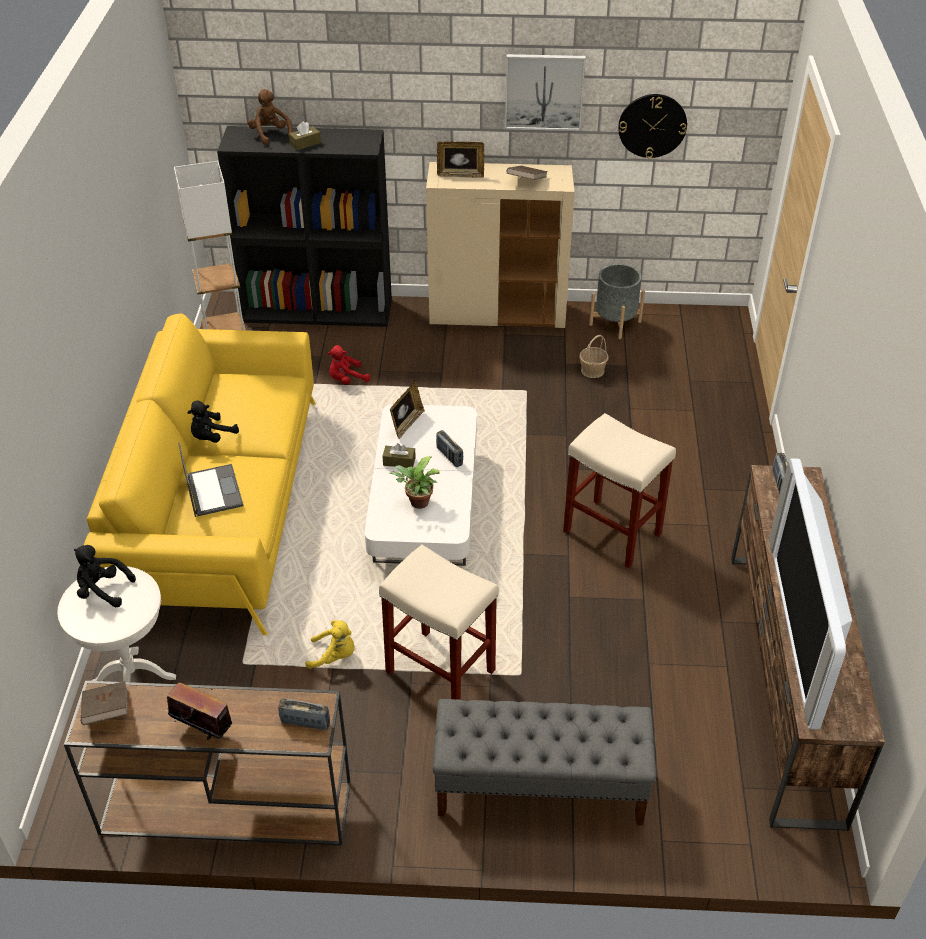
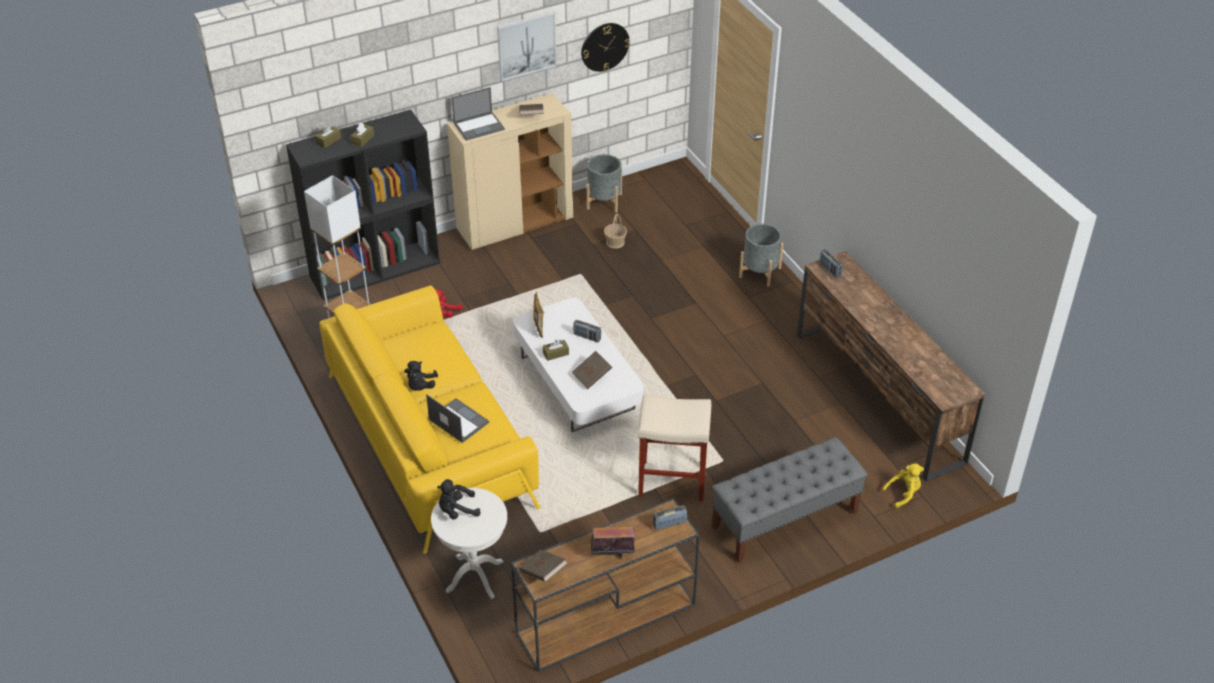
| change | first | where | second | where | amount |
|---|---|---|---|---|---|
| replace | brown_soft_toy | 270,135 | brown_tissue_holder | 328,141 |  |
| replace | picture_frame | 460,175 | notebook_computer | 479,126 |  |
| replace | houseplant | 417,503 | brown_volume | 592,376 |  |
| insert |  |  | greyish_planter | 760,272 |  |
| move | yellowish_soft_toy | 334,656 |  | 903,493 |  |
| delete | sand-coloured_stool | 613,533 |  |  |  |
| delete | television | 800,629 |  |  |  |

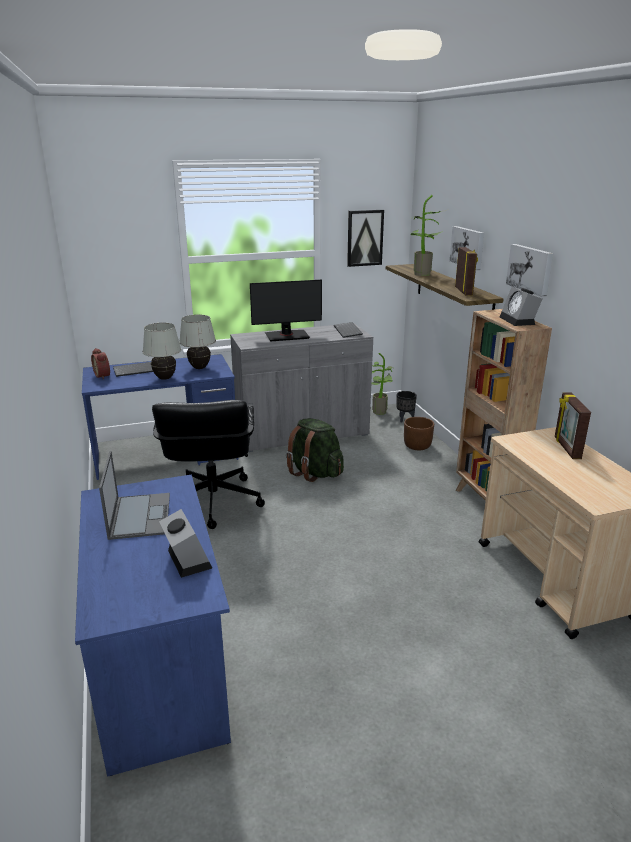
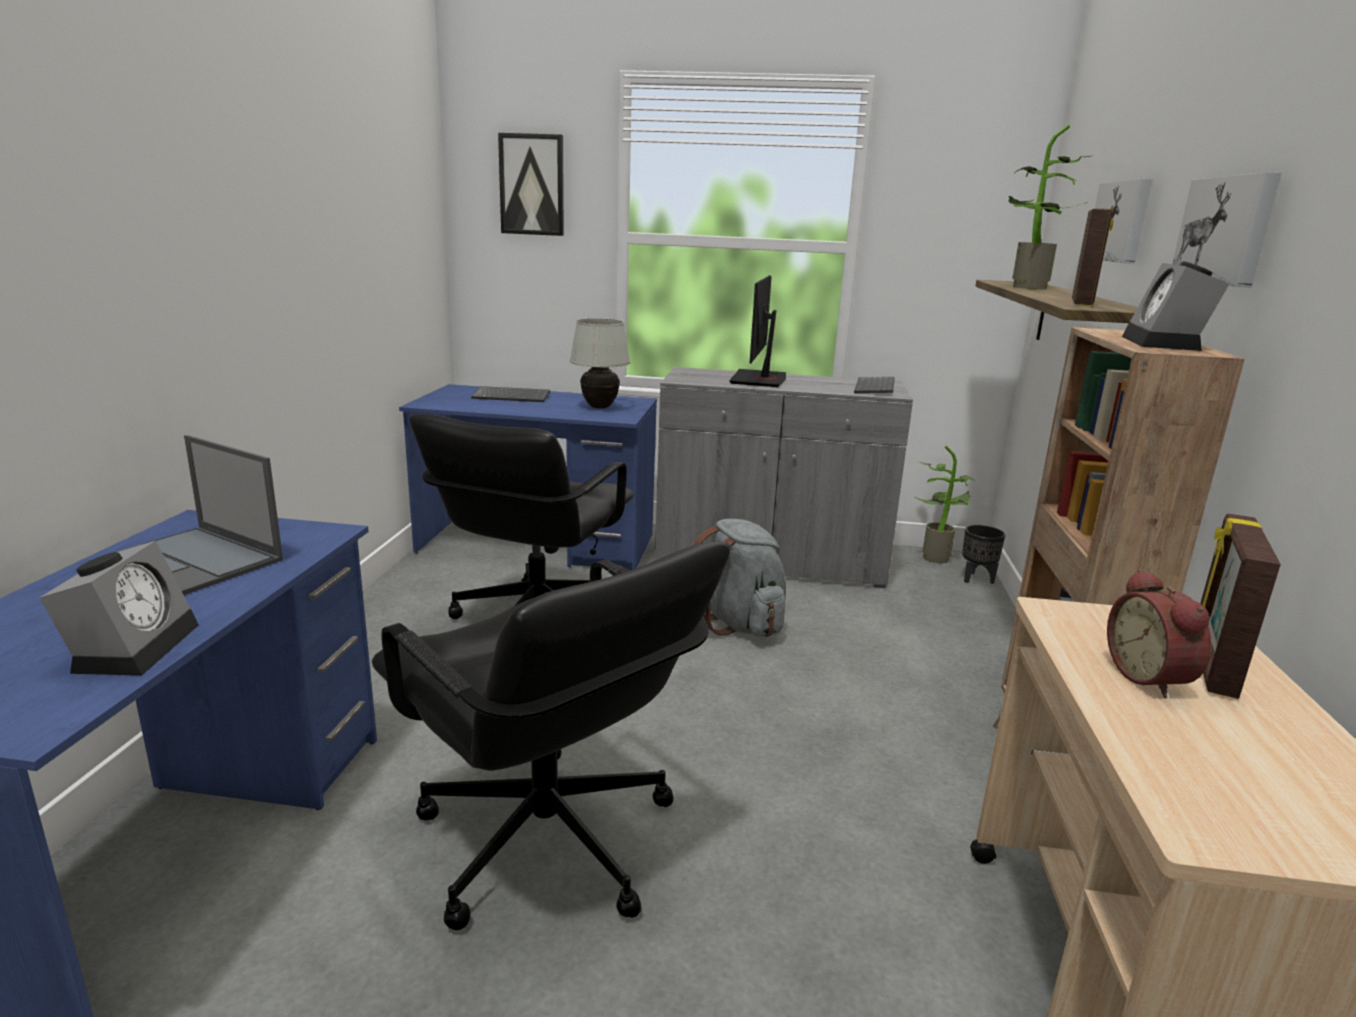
| change | first | where | second | where | amount |
|---|---|---|---|---|---|
| rotate | notebook_computer | 140,515 |  | 195,560 | 105 degrees clockwise |
| insert |  |  | black-coloured_desk_chair | 546,842 |  |
| move | picture | 364,238 |  | 532,185 |  |
| recolor | green_rucksack | 314,473 | greyish_rucksack | 738,623 |  |
| rotate | monitor | 287,336 |  | 759,379 | 90 degrees clockwise |
| move | table_clock | 104,376 |  | 1151,677 |  |
| delete | whitish_tabletop_lamp | 165,378 |  |  |  |
| delete | brown_planter | 417,446 |  |  |  |

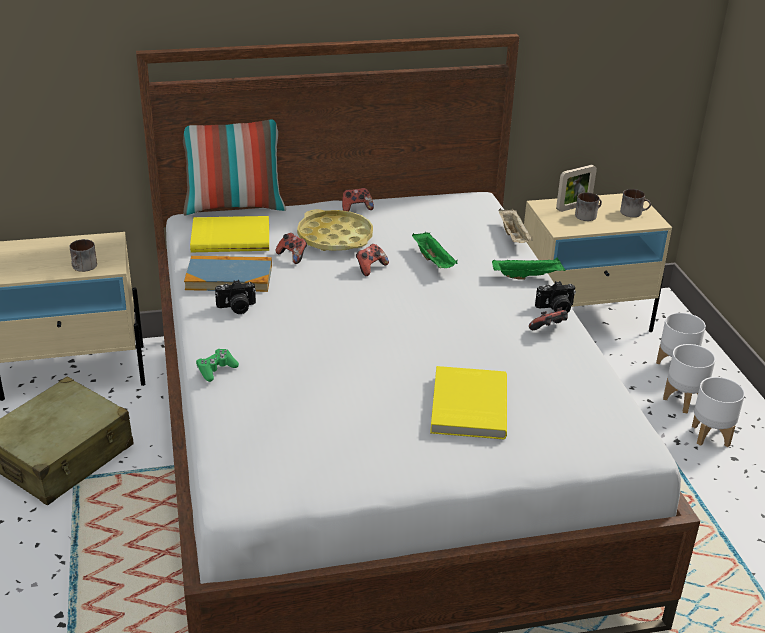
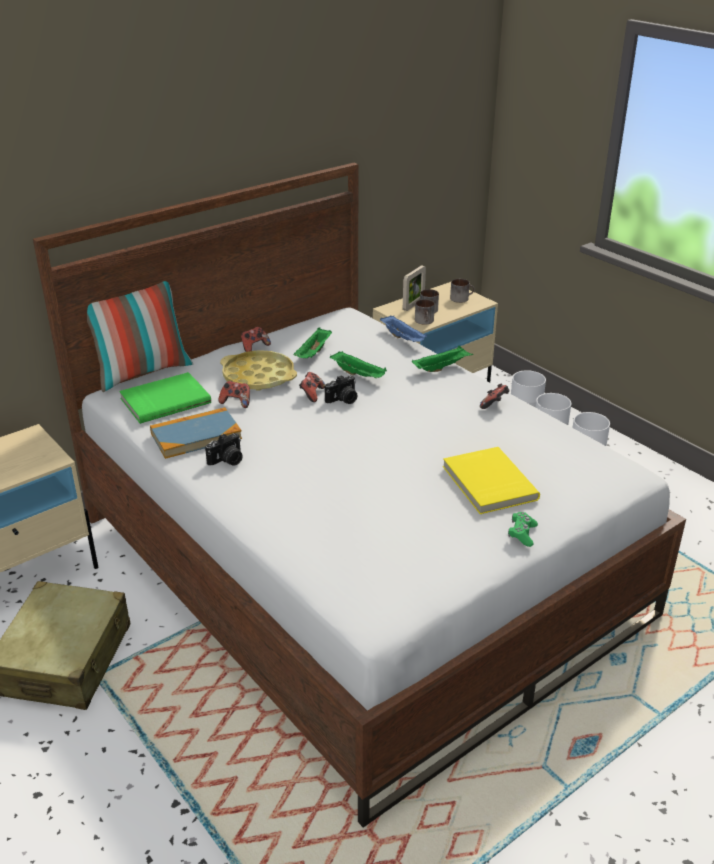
| change | first | where | second | where | amount |
|---|---|---|---|---|---|
| recolor | yellowish_volume | 230,237 | green_volume | 165,400 |  |
| insert |  |  | green_carrying_tray | 314,353 |  |
| move | photo_camera | 555,309 |  | 343,400 |  |
| recolor | sand-coloured_carrying_tray | 514,237 | bluish_carrying_tray | 403,338 |  |
| move | mug | 84,267 |  | 425,321 |  |
| move | green_game_controller | 216,370 |  | 522,534 |  |

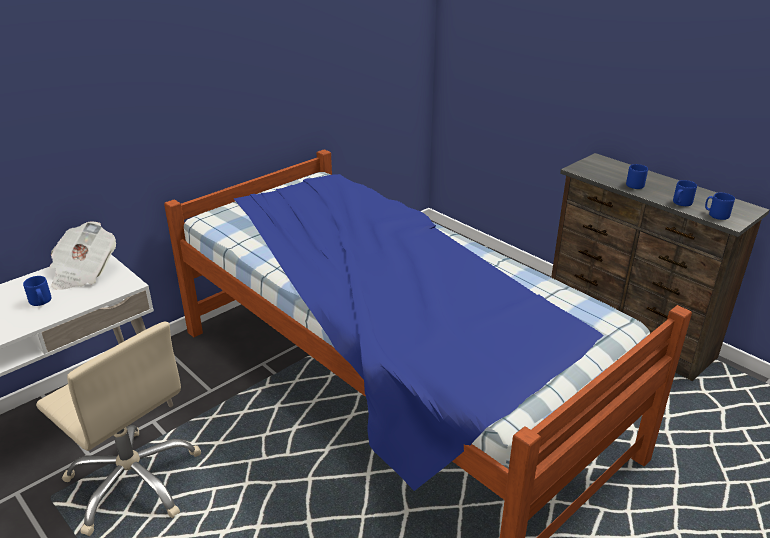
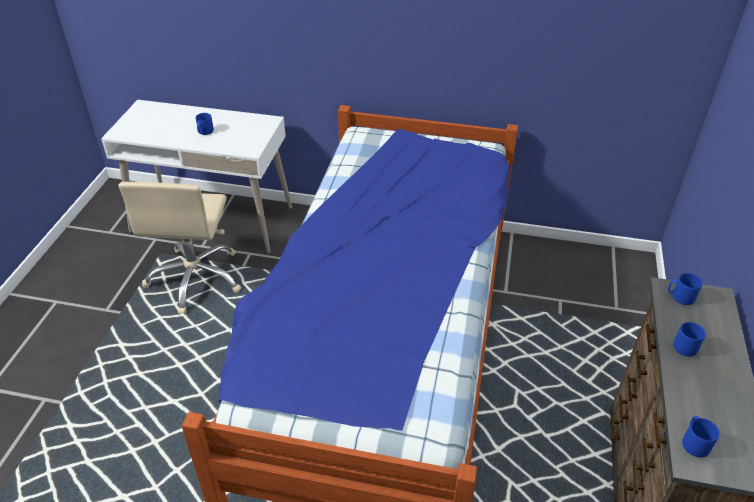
| change | first | where | second | where | amount |
|---|---|---|---|---|---|
| move | bluish_mug | 681,203 |  | 680,297 |  |
| delete | newspaper | 84,272 |  |  |  |

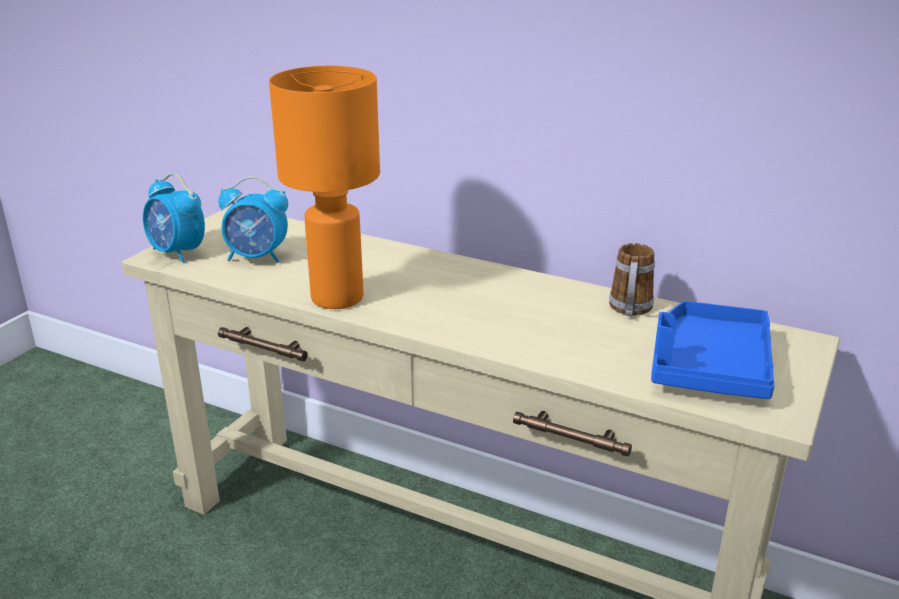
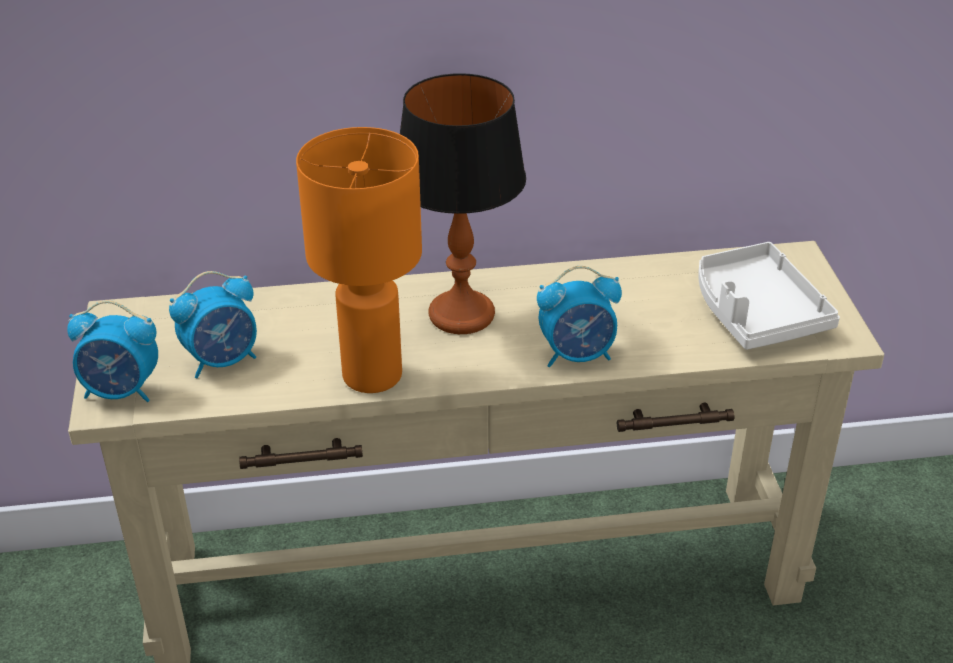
| change | first | where | second | where | amount |
|---|---|---|---|---|---|
| insert |  |  | tabletop_lamp | 462,314 |  |
| insert |  |  | table_clock | 577,355 |  |
| recolor | bluish_carrying_tray | 709,366 | whitish_carrying_tray | 756,312 |  |
| delete | mug | 630,310 |  |  |  |

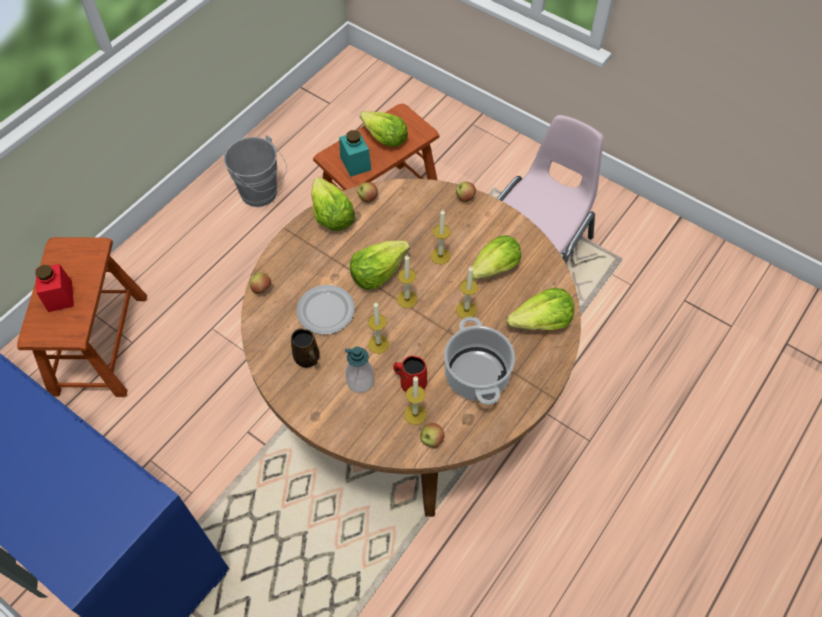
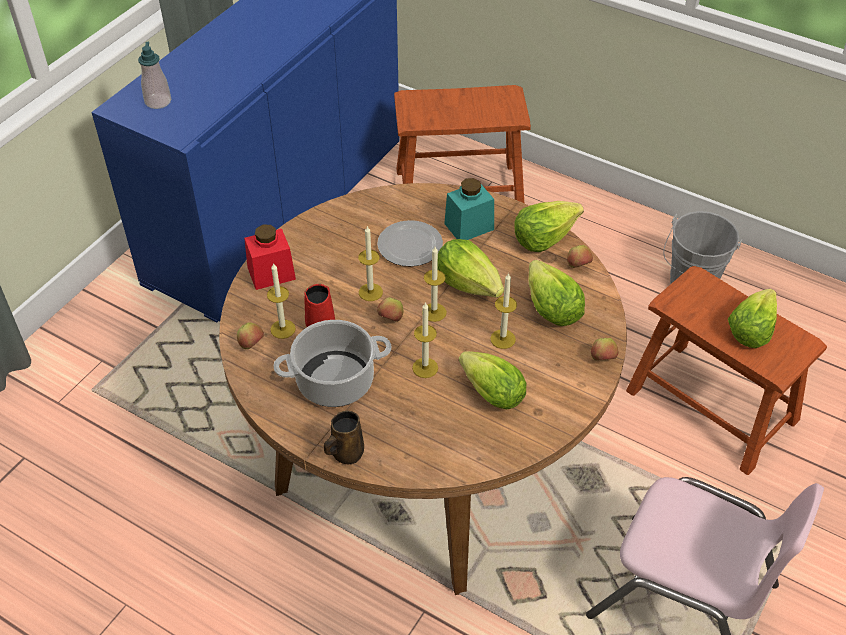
| change | first | where | second | where | amount |
|---|---|---|---|---|---|
| move | soap_dispenser | 360,381 |  | 158,101 |  |
| move | red-coloured_storage_jar | 60,296 |  | 271,273 |  |
| move | brown_mug | 307,359 |  | 346,453 |  |
| move | apple | 262,289 |  | 391,319 |  |
| move | turquoise-coloured_storage_jar | 355,163 |  | 469,226 |  |
| move | lettuce_head | 541,322 |  | 551,308 |  |

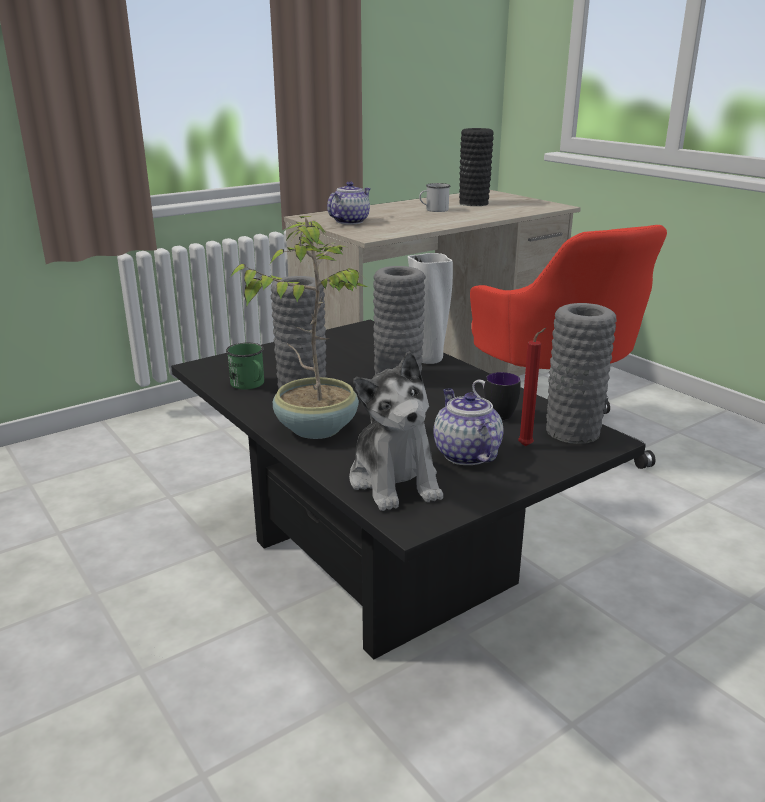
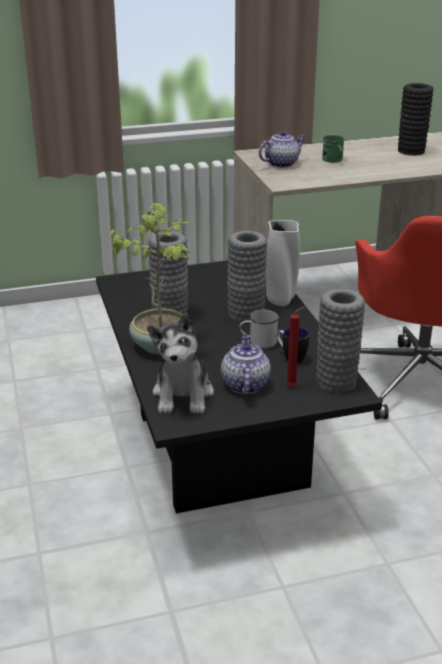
| change | first | where | second | where | amount |
|---|---|---|---|---|---|
| move | whitish_mug | 433,210 |  | 258,341 |  |
| move | green_mug | 250,385 |  | 333,160 |  |

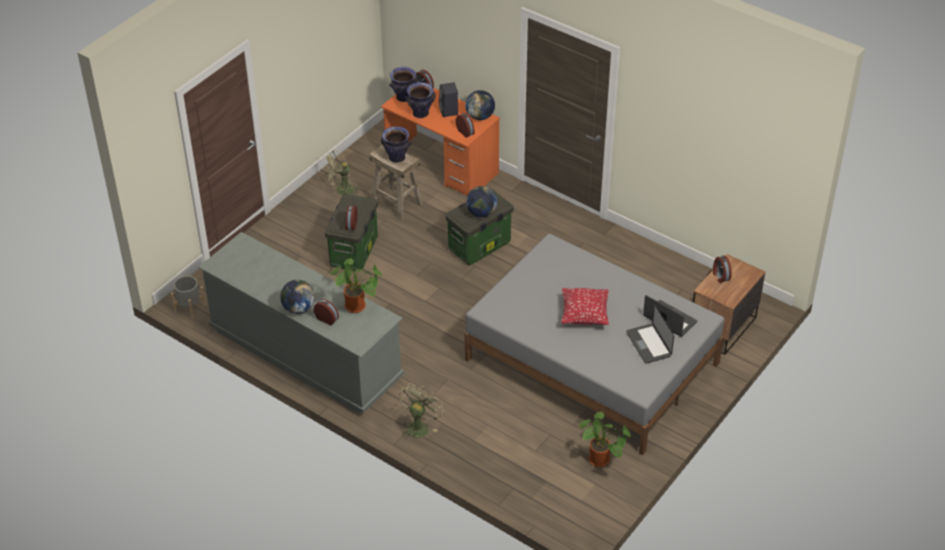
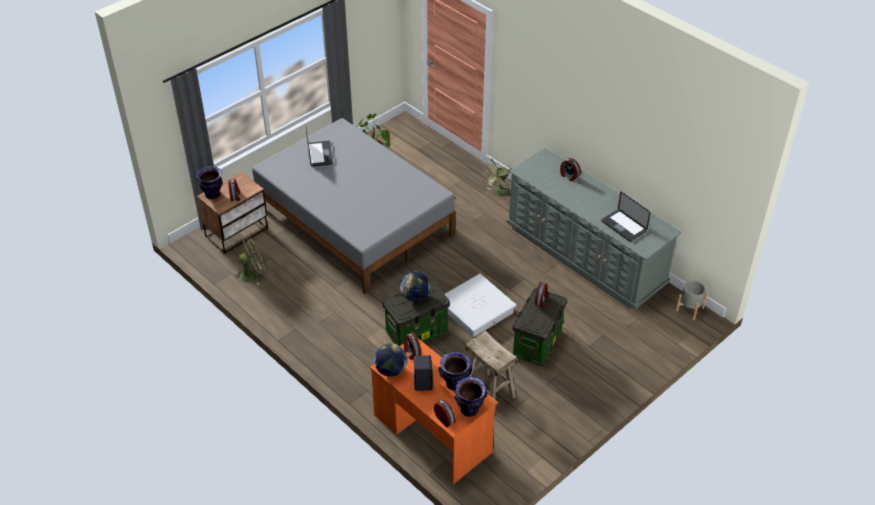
| change | first | where | second | where | amount |
|---|---|---|---|---|---|
| move | vase | 397,158 |  | 212,195 |  |
| move | green_cooling_fan | 341,191 |  | 252,275 |  |
| insert |  |  | whitish_storage_box | 476,310 |  |
| move | notebook_computer | 670,319 |  | 623,226 |  |
| delete | globe | 298,308 |  |  |  |
| delete | houseplant | 357,306 |  |  |  |
| delete | red-coloured_throw_pillow | 584,316 |  |  |  |

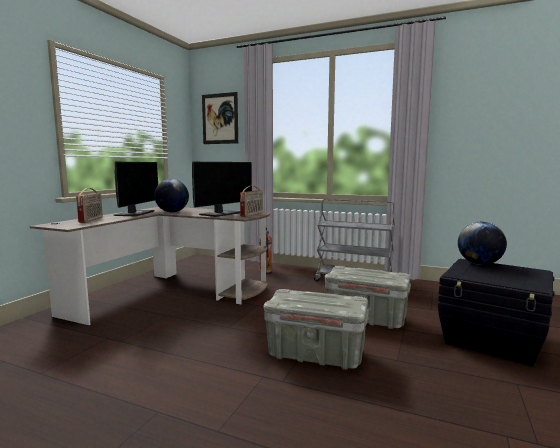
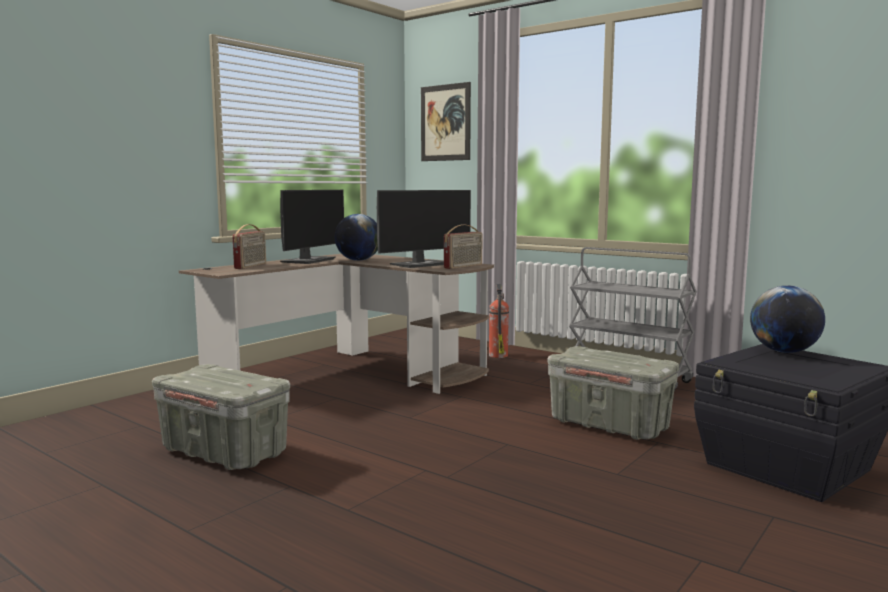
| change | first | where | second | where | amount |
|---|---|---|---|---|---|
| move | greyish_storage_box | 316,354 |  | 225,452 |  |

